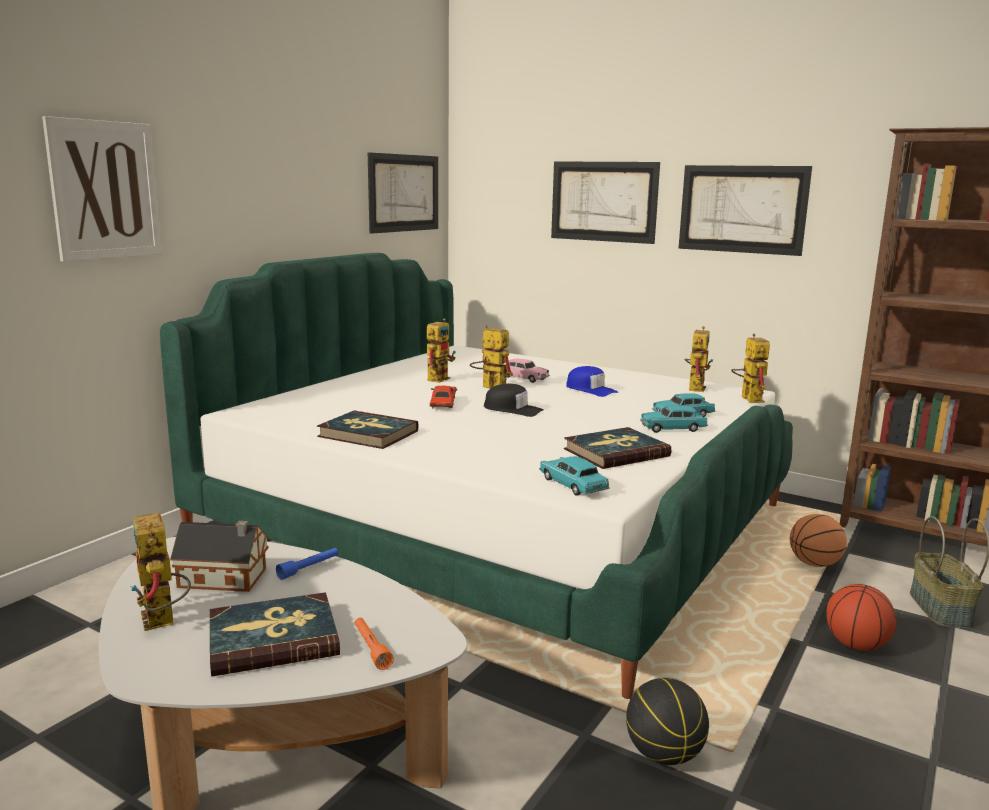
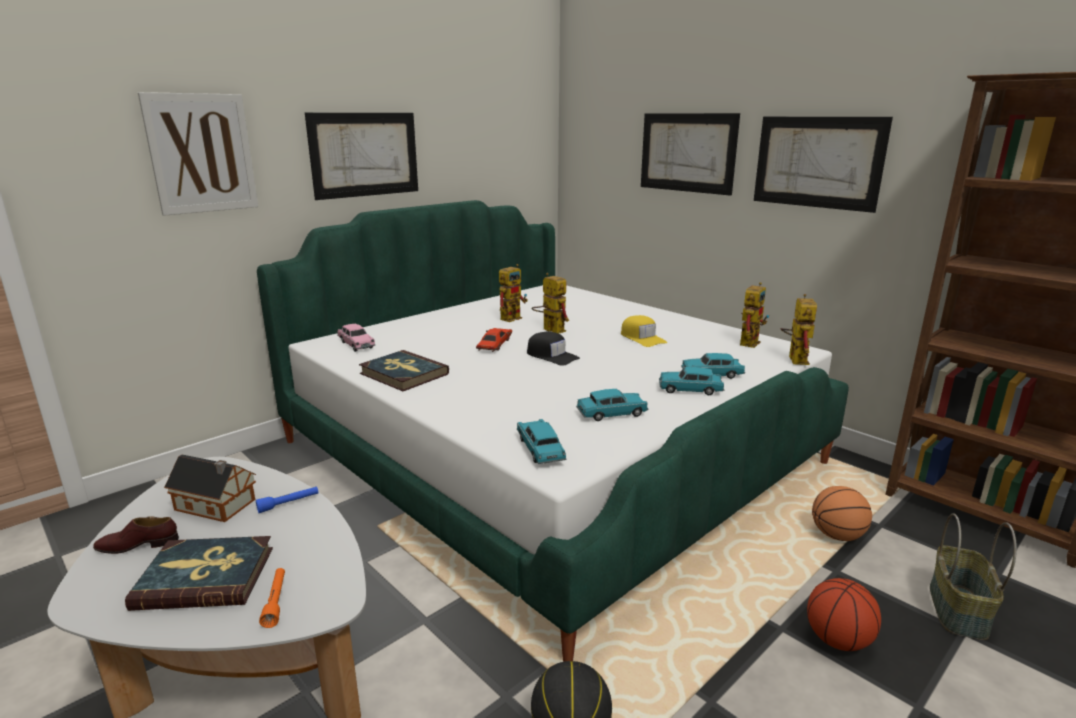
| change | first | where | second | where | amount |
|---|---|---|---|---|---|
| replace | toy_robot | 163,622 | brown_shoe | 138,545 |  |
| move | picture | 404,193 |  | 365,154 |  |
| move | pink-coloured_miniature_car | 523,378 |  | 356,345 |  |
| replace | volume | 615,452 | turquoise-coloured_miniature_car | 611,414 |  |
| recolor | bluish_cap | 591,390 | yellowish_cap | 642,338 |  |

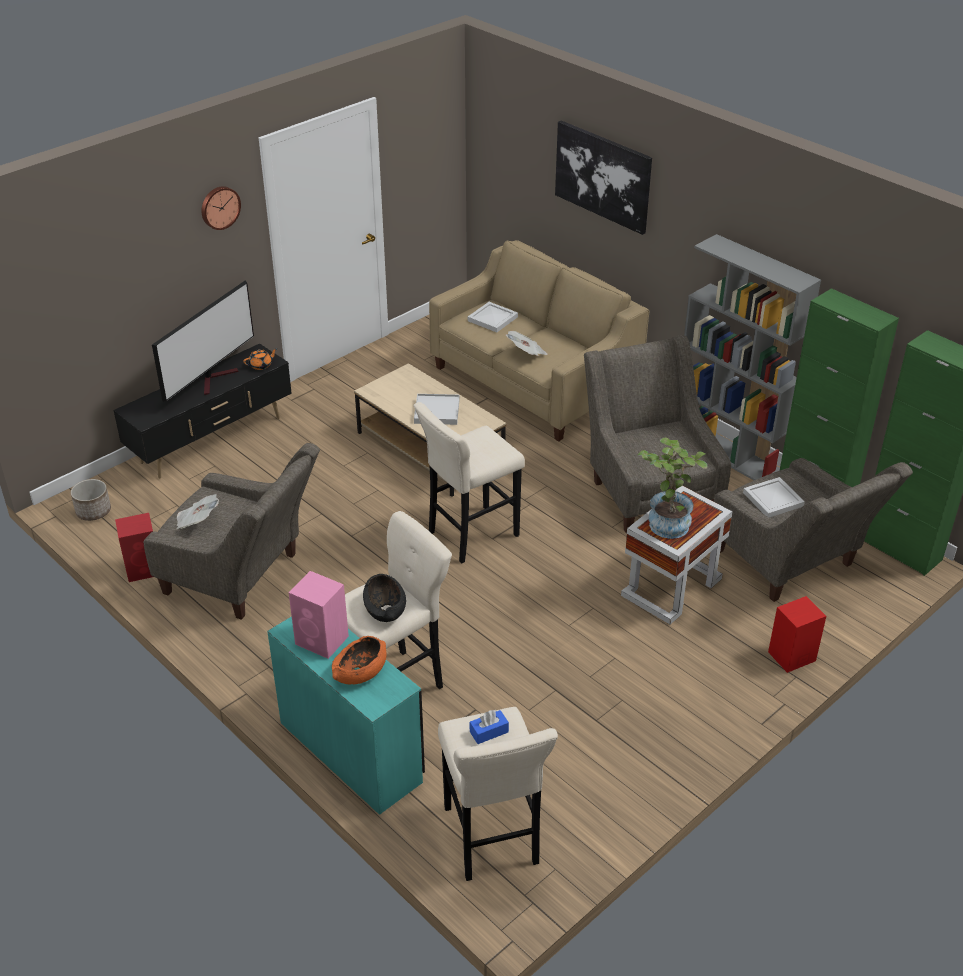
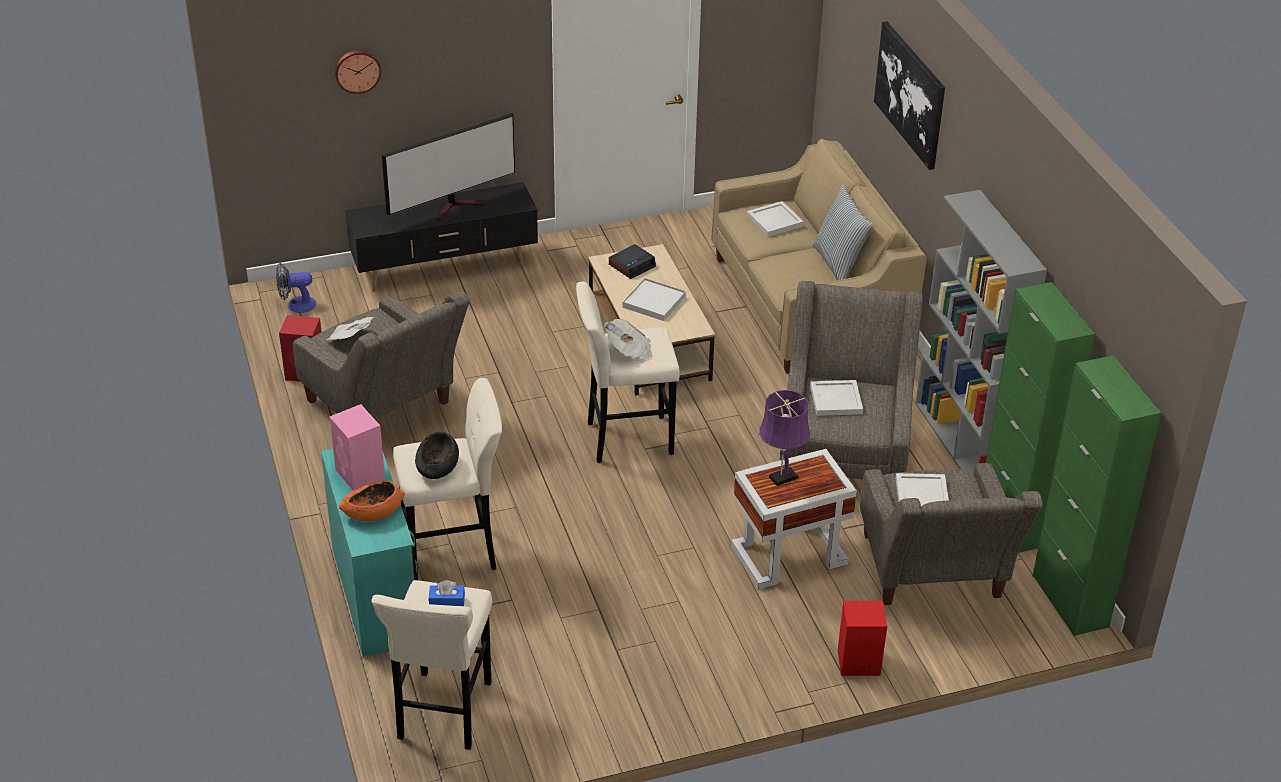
| change | first | where | second | where | amount |
|---|---|---|---|---|---|
| replace | planter | 94,511 | cooling_fan | 296,305 |  |
| move | clock_on_the_wall | 219,207 |  | 357,70 |  |
| move | newspaper | 526,353 |  | 629,351 |  |
| insert |  |  | table_clock | 632,265 |  |
| replace | houseplant | 667,521 | purple_tabletop_lamp | 781,478 |  |
| insert |  |  | whitish_carrying_tray | 837,400 |  |
| insert |  |  | throw_pillow | 839,264 |  |
| delete | orange-coloured_tea_pot | 261,365 |  |  |  |

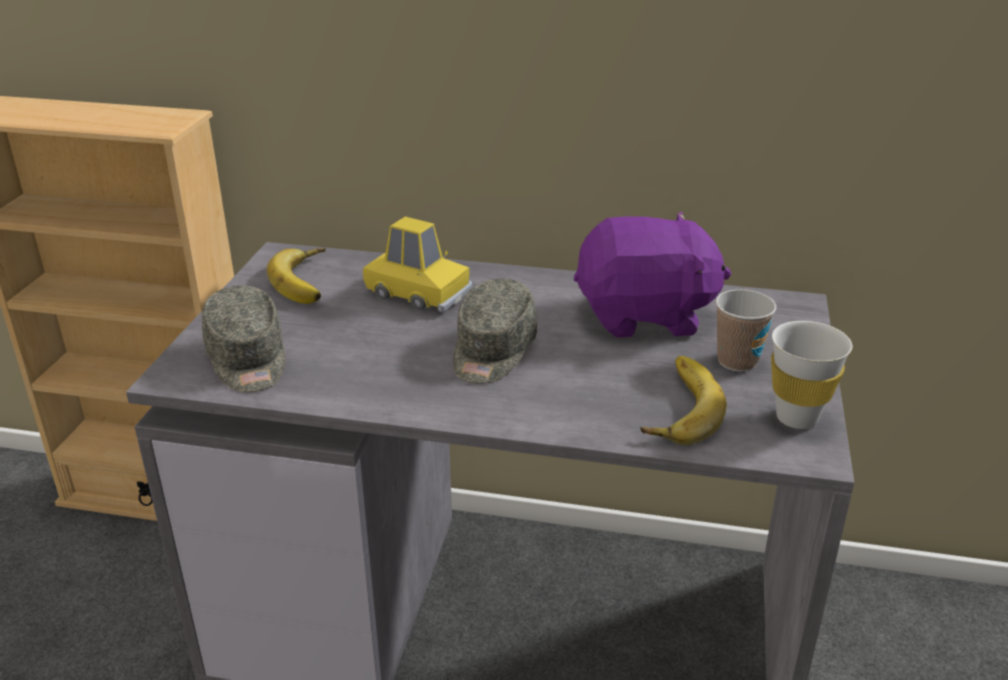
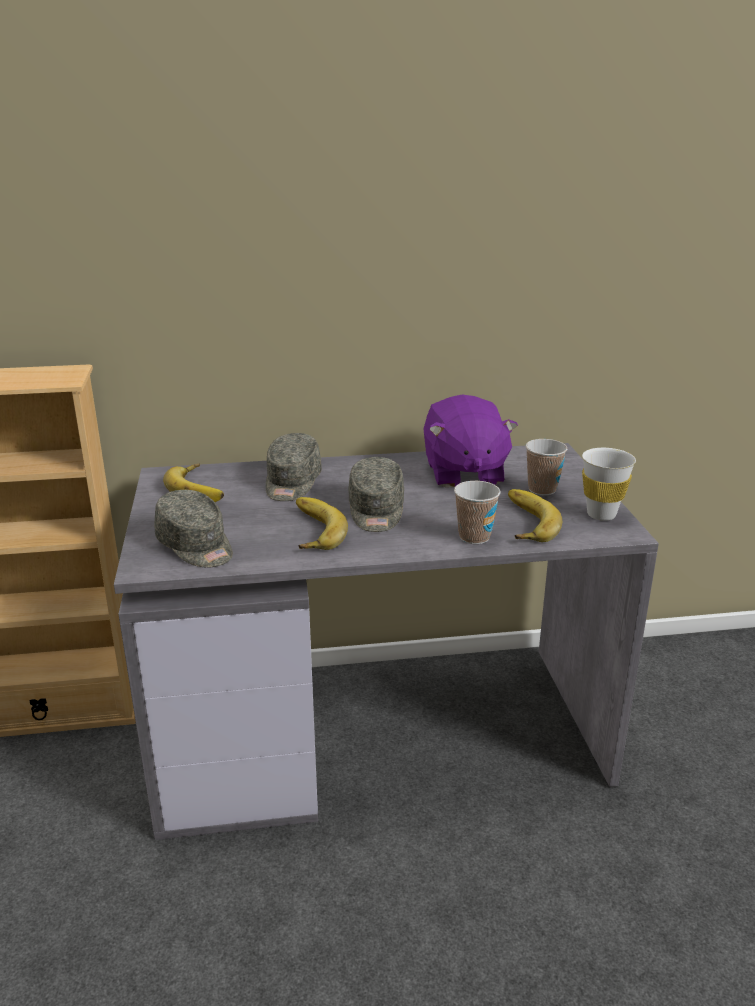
| change | first | where | second | where | amount |
|---|---|---|---|---|---|
| replace | yellowish_miniature_car | 418,293 | greyish_cap | 292,483 |  |
| insert |  |  | whole_banana | 310,530 |  |
| rotate | purple_soft_toy | 645,316 |  | 463,473 | 105 degrees clockwise |
| insert |  |  | small_cup | 474,537 |  |

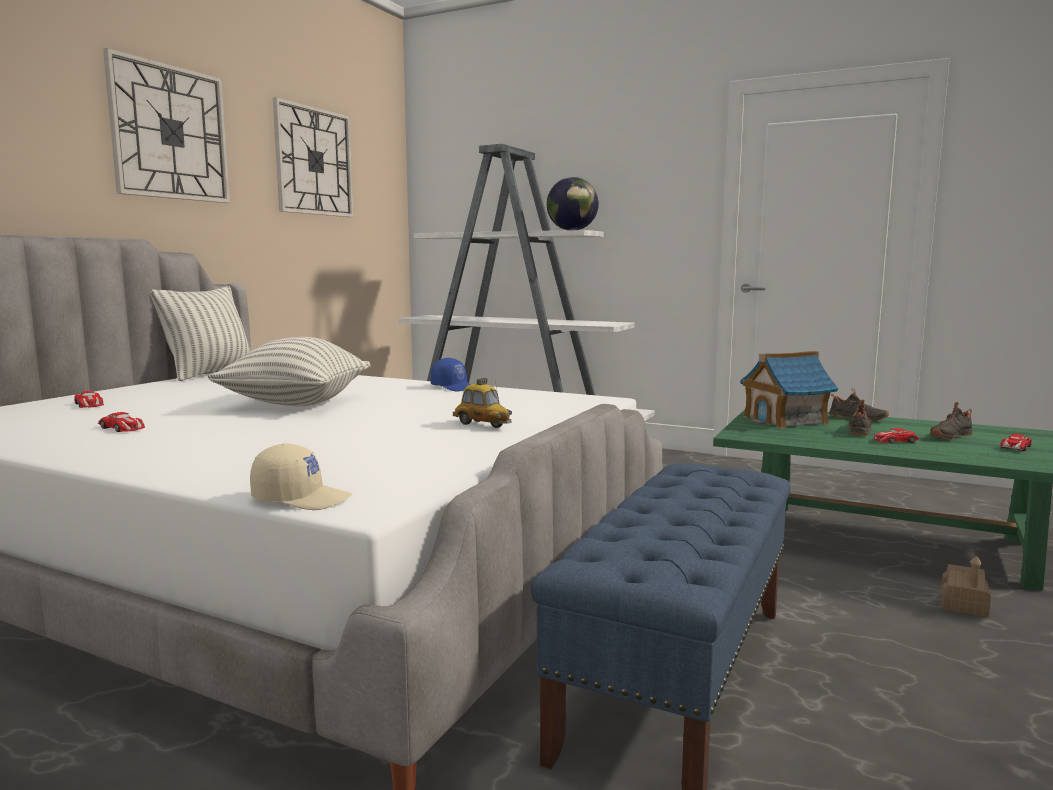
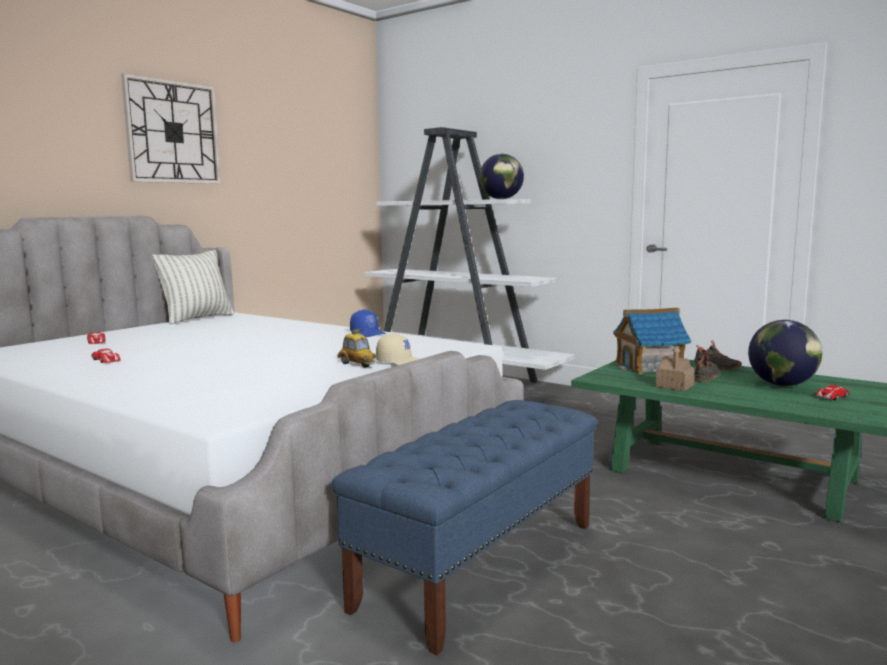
| change | first | where | second | where | amount |
|---|---|---|---|---|---|
| move | sand-coloured_cap | 302,498 |  | 401,362 |  |
| move | model_house | 964,605 |  | 674,386 |  |
| replace | black-coloured_shoe | 949,436 | globe | 782,385 |  |
| delete | throw_pillow | 296,404 |  |  |  |
| delete | clock_on_the_wall | 314,161 |  |  |  |
| delete | miniature_car | 895,441 |  |  |  |

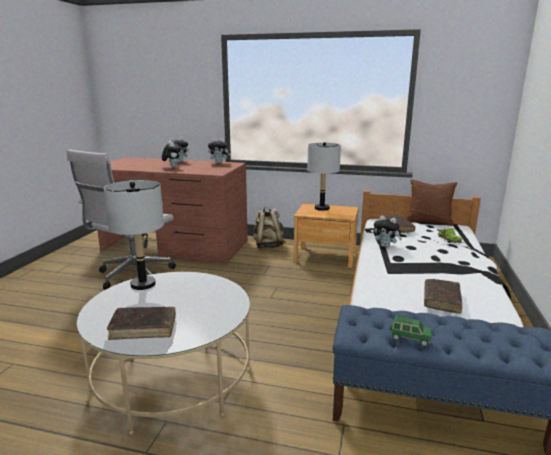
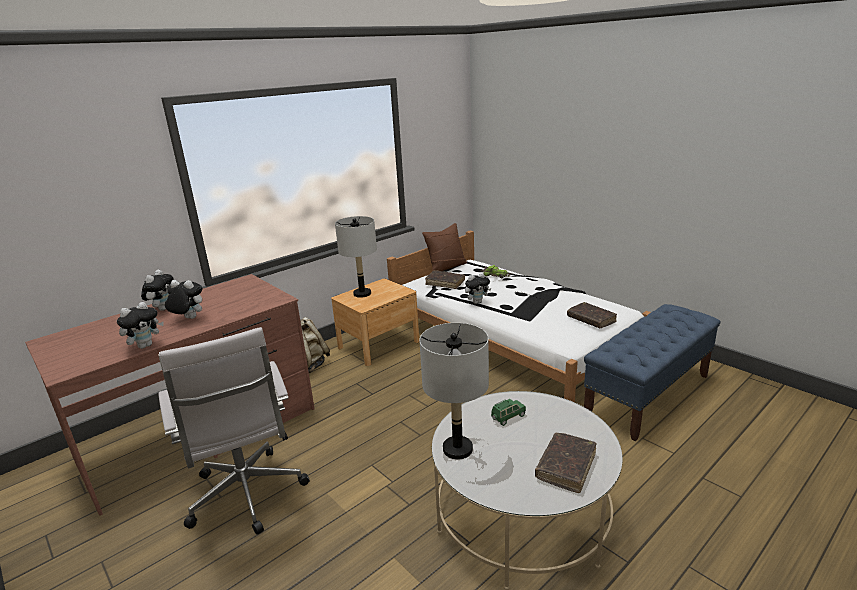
| change | first | where | second | where | amount |
|---|---|---|---|---|---|
| move | soft_toy | 219,163 |  | 145,345 |  |
| move | green_miniature_car | 409,338 |  | 508,417 |  |

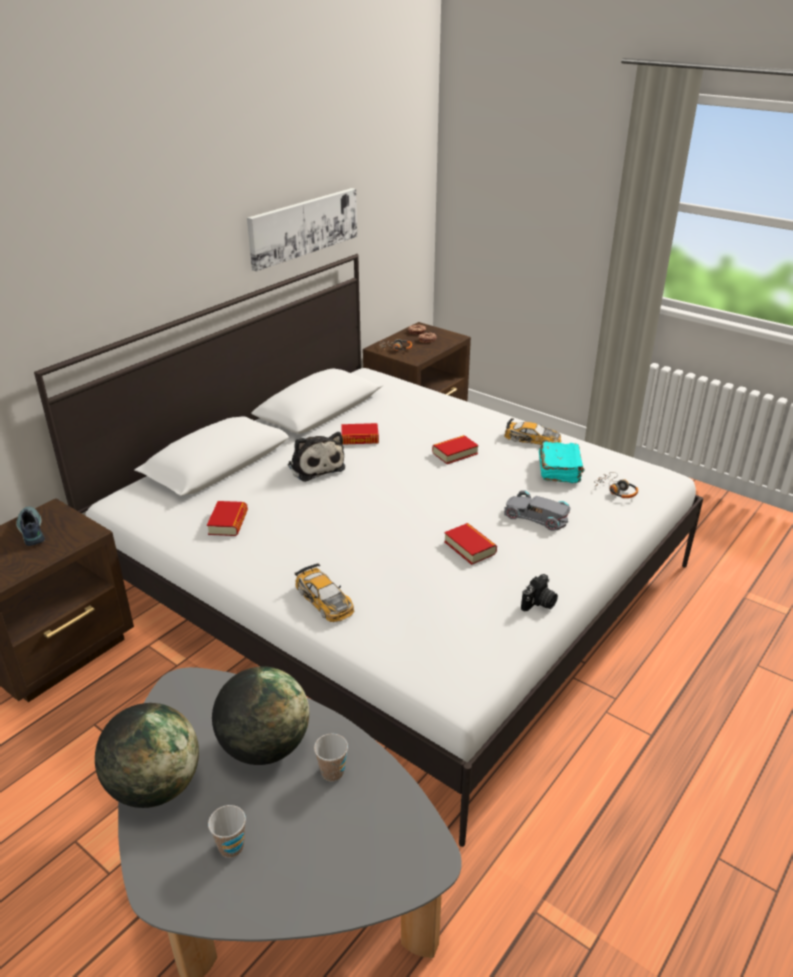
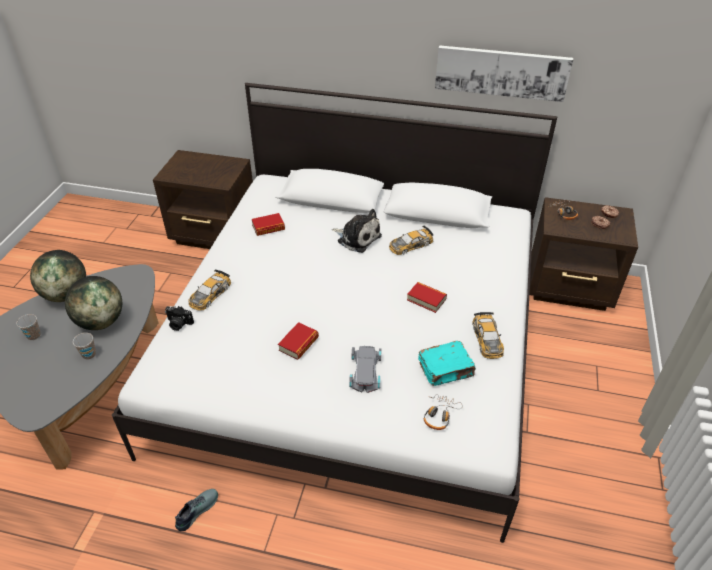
| change | first | where | second | where | amount |
|---|---|---|---|---|---|
| move | photo_camera | 539,603 |  | 178,324 |  |
| move | shoe | 30,530 |  | 196,510 |  |
| rotate | soft_toy | 315,466 |  | 357,238 | 90 degrees counterclockwise |
| replace | volume | 360,438 | miniature_car | 410,245 |  |

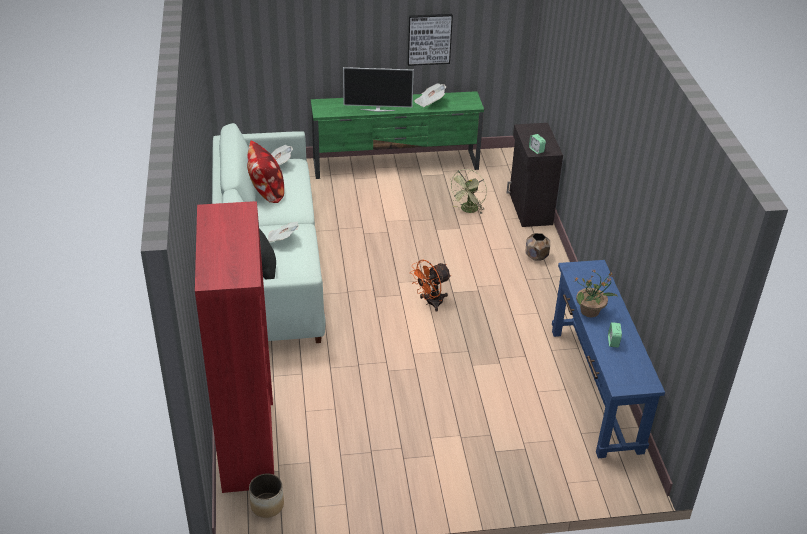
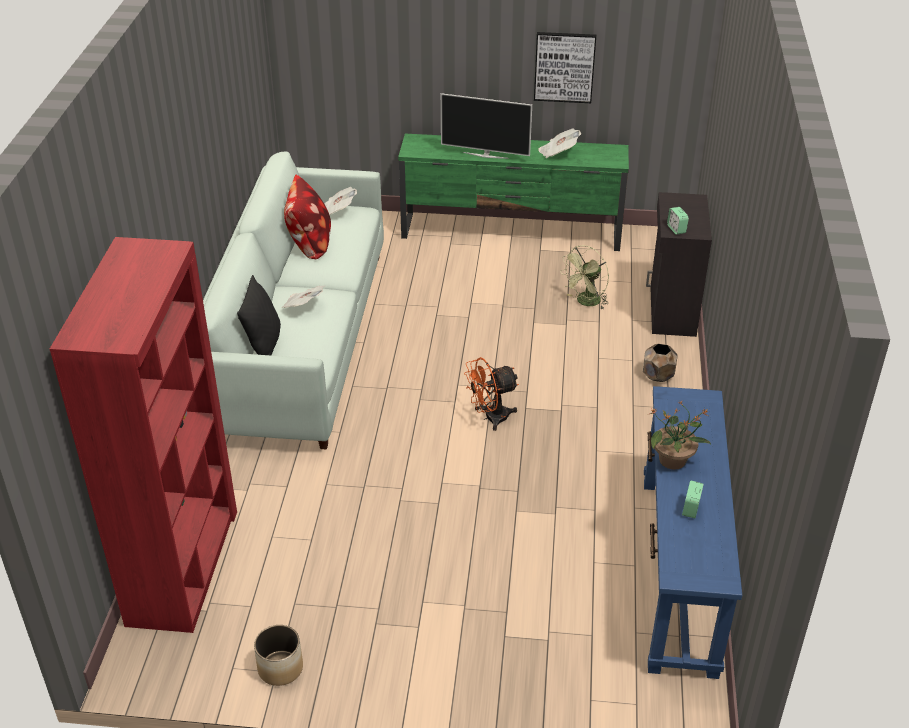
| change | first | where | second | where | amount |
|---|---|---|---|---|---|
| move | planter | 267,505 |  | 280,668 |  |

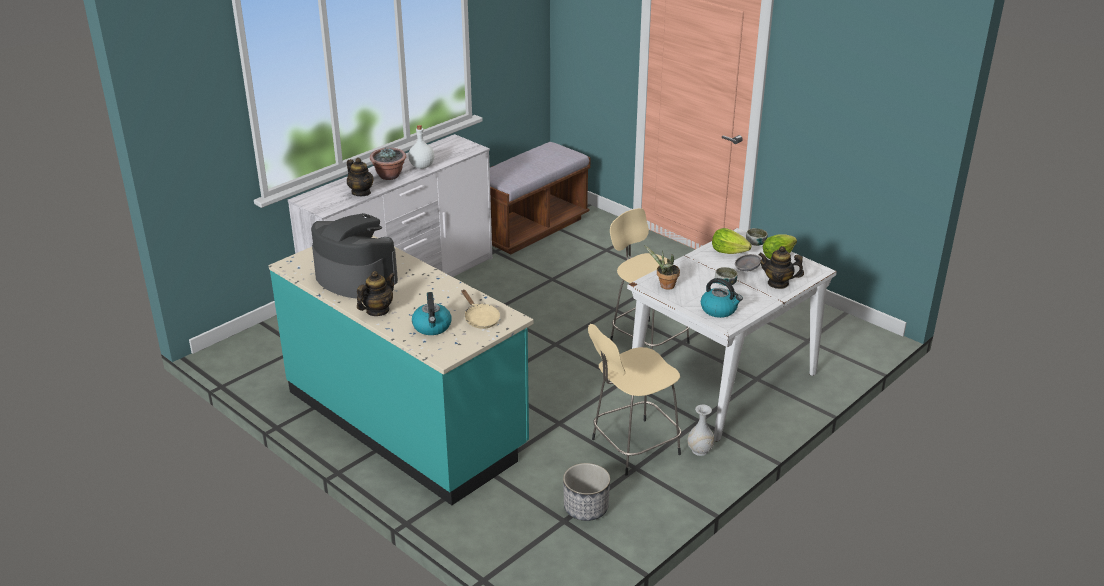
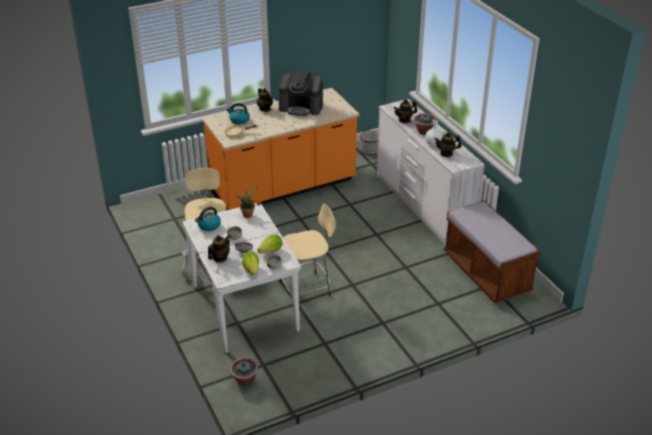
| change | first | where | second | where | amount |
|---|---|---|---|---|---|
| recolor | turquoise-coloured_kitchen_counter | 406,420 | orange-coloured_kitchen_counter | 283,187 |  |
| insert |  |  | houseplant | 244,380 |  |
| rotate | coffee_brewer | 355,278 |  | 301,107 | 45 degrees clockwise |
| move | planter | 585,508 |  | 370,151 |  |
| insert |  |  | tea_pot | 446,153 |  |

